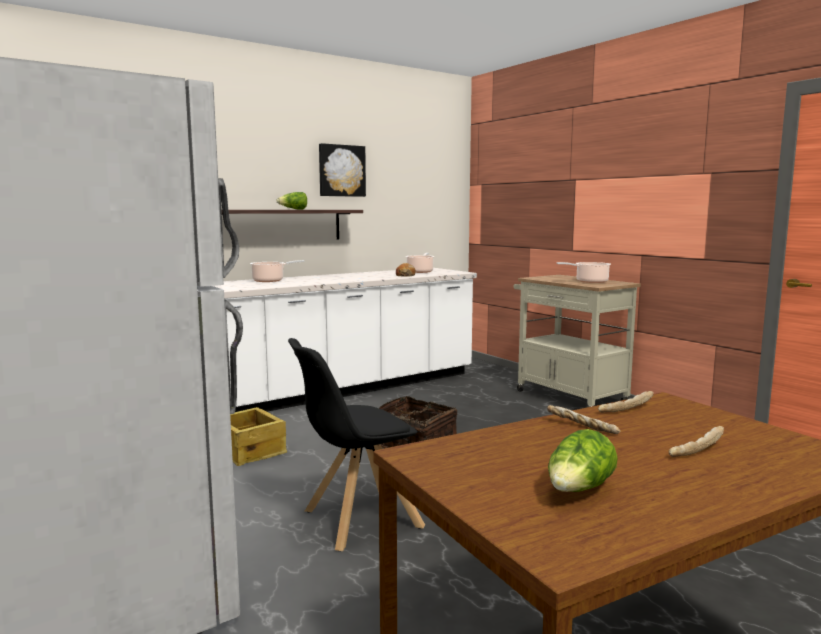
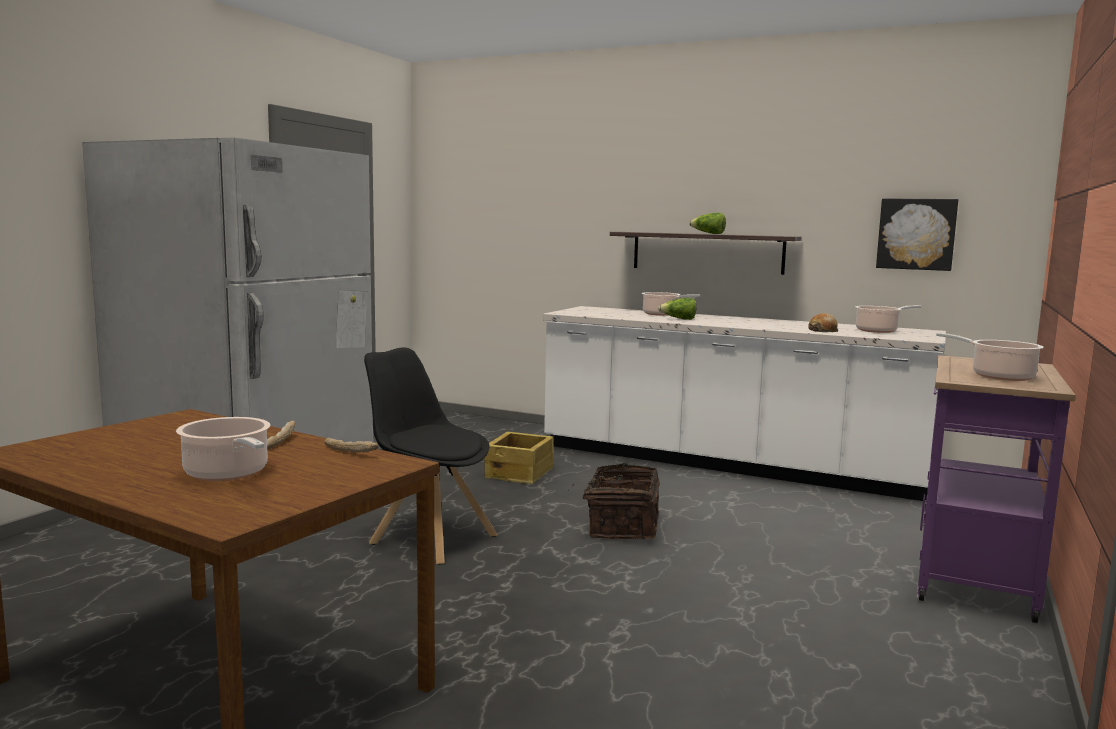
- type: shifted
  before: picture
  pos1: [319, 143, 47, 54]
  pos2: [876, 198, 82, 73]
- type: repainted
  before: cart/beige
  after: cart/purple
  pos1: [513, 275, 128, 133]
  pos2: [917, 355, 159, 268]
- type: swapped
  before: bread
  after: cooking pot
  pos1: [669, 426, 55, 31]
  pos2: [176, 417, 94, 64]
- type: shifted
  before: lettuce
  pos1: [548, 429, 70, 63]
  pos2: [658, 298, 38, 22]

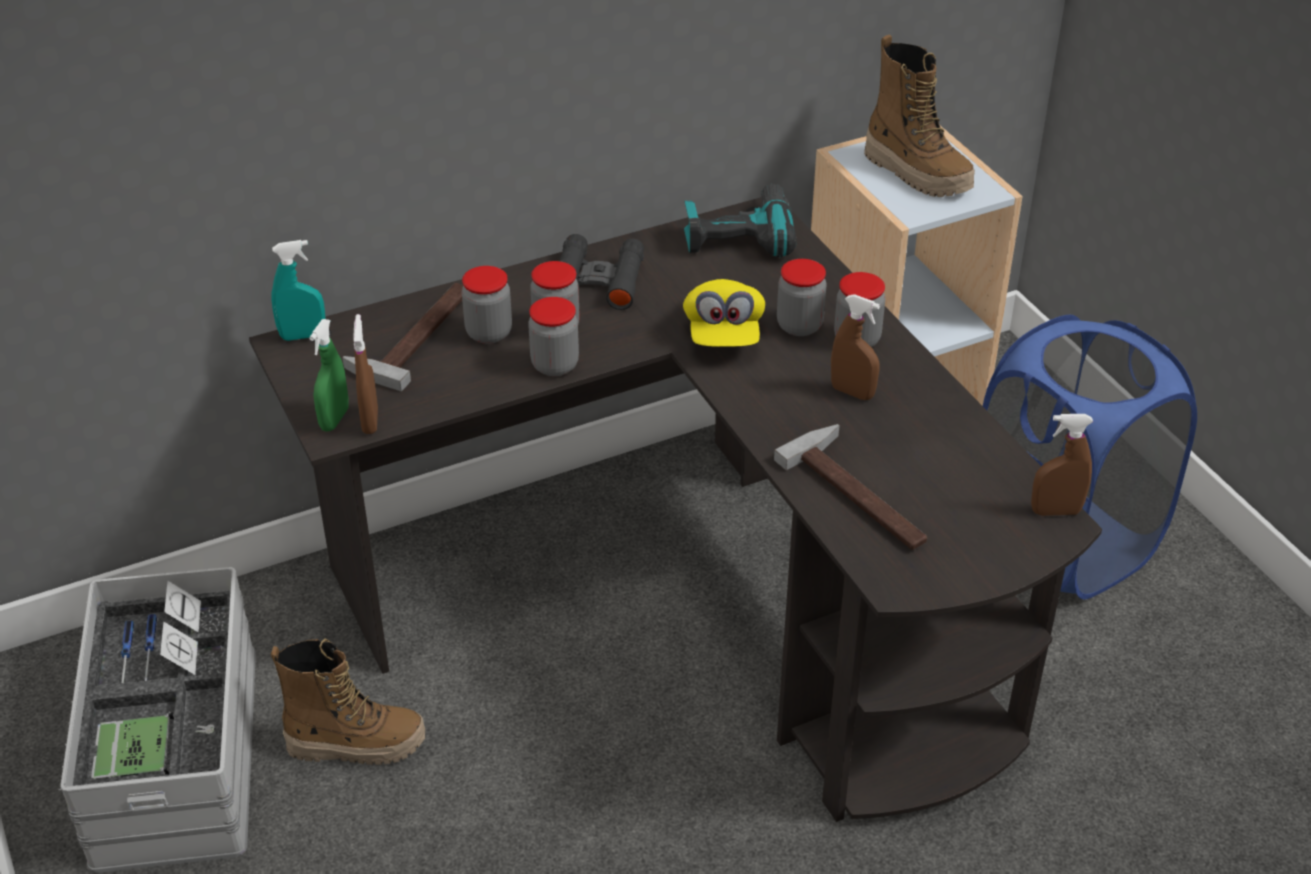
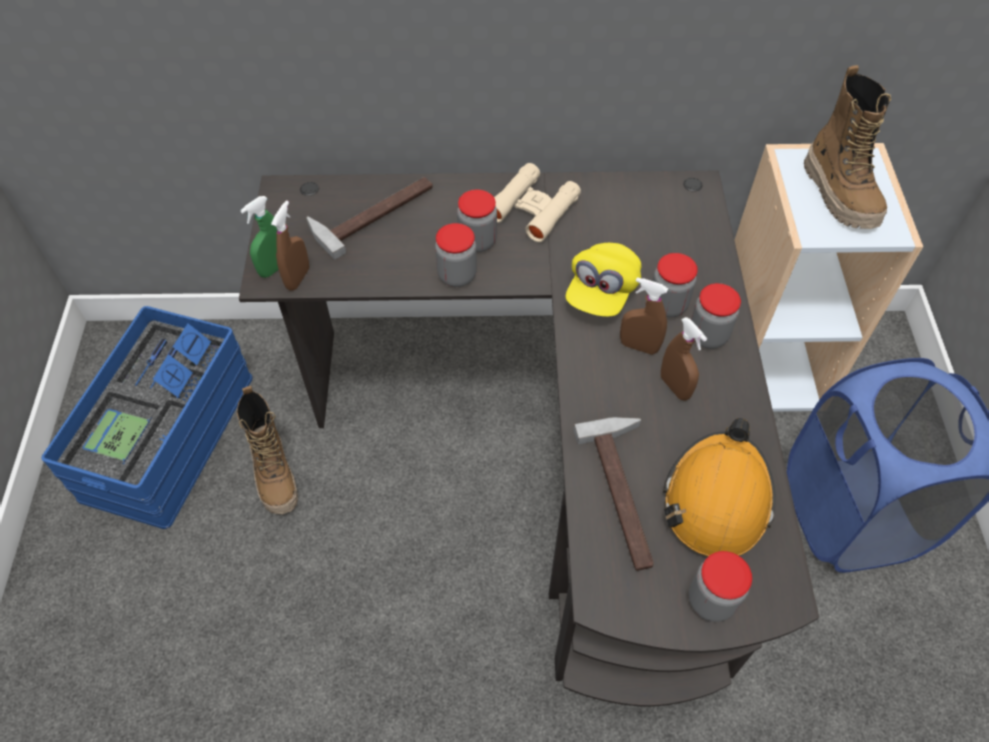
- type: gone
  before: power drill
  pos1: [684, 184, 113, 73]
- type: repainted
  before: binoculars/black
  after: binoculars/beige
  pos1: [560, 234, 84, 76]
  pos2: [494, 163, 87, 79]
- type: gone
  before: spray bottle/turquoise
  pos1: [272, 240, 54, 101]
- type: shifted
  before: jar
  pos1: [462, 266, 50, 78]
  pos2: [689, 551, 63, 71]
- type: shifted
  before: spray bottle/brown
  pos1: [1031, 414, 62, 102]
  pos2: [620, 277, 48, 78]
- type: repainted
  before: storage box/grey
  after: storage box/blue
  pos1: [59, 567, 197, 306]
  pos2: [42, 306, 211, 223]
- type: rotated
  before: boot
  pos1: [271, 639, 154, 126]
  pos2: [237, 386, 61, 129]
  turn: 45
- type: new
  after: hard hat/orange
  pos2: [663, 418, 113, 138]

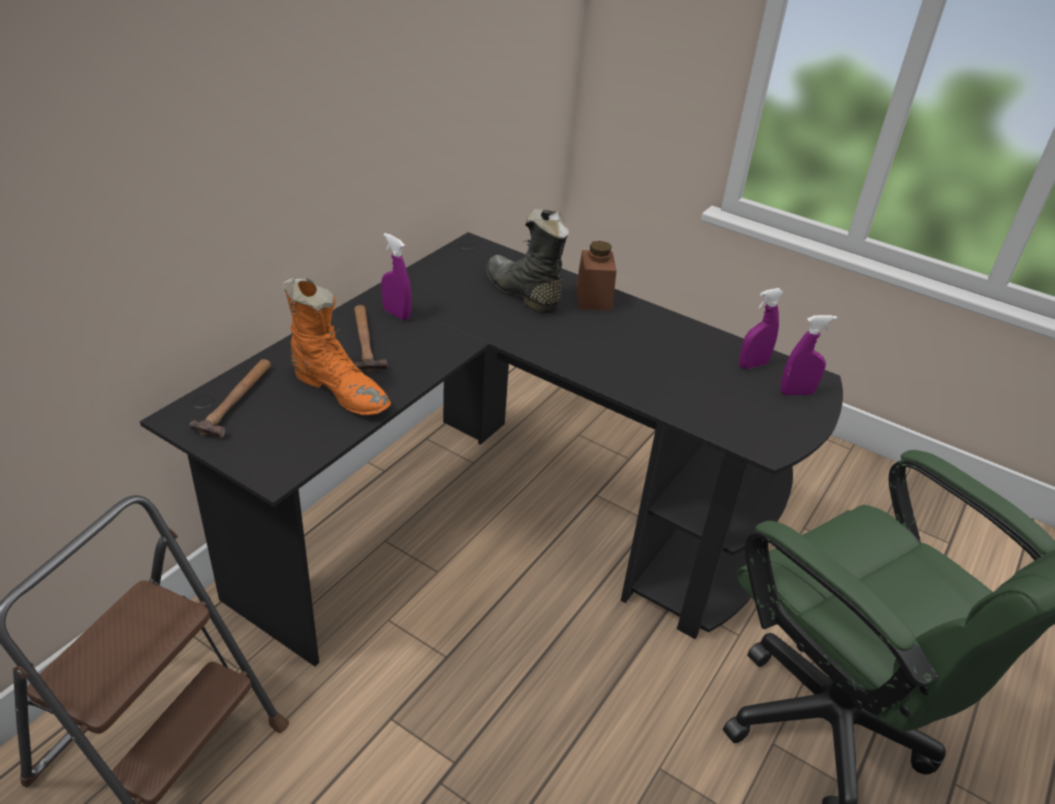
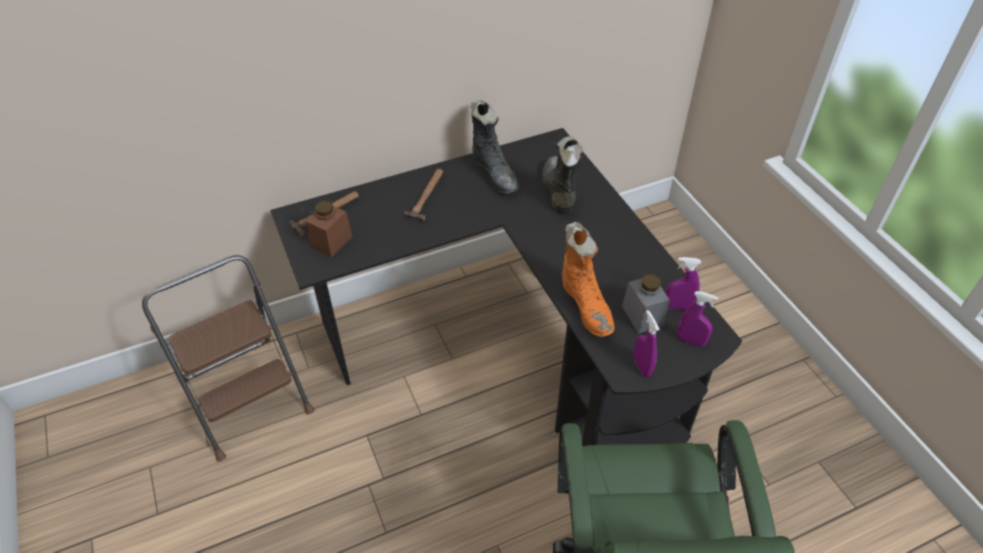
- type: shifted
  before: spray bottle/purple
  pos1: [381, 233, 30, 87]
  pos2: [633, 310, 27, 67]
- type: shifted
  before: jar/brown
  pos1: [576, 241, 40, 70]
  pos2: [306, 201, 47, 56]
- type: shifted
  before: boot/orange
  pos1: [281, 278, 110, 137]
  pos2: [562, 222, 52, 115]
- type: new
  after: boot/black
  pos2: [471, 100, 48, 94]
- type: new
  after: jar/grey
  pos2: [622, 274, 48, 60]

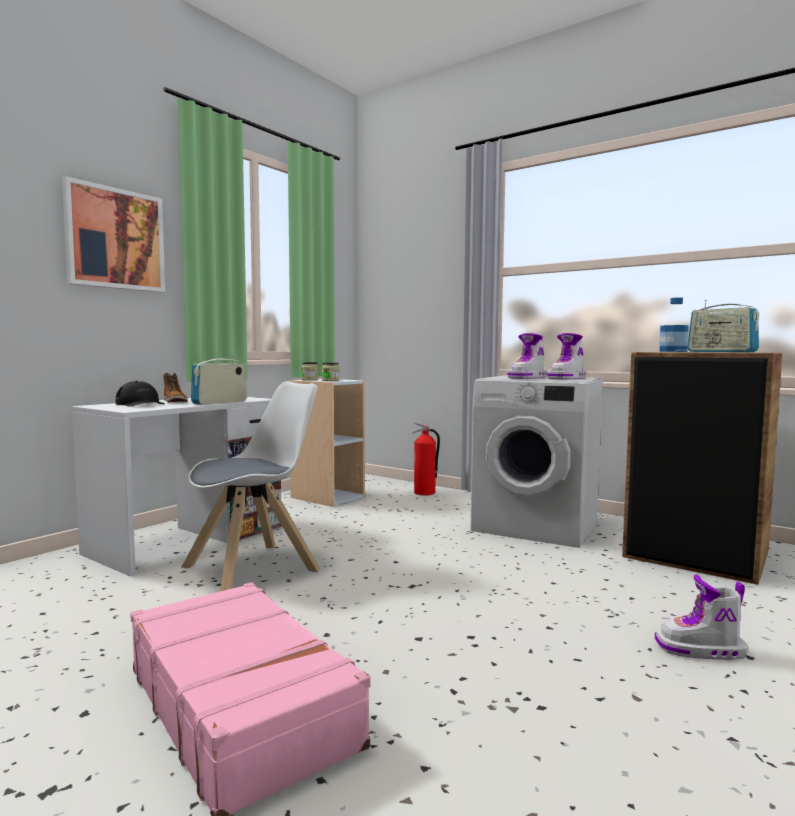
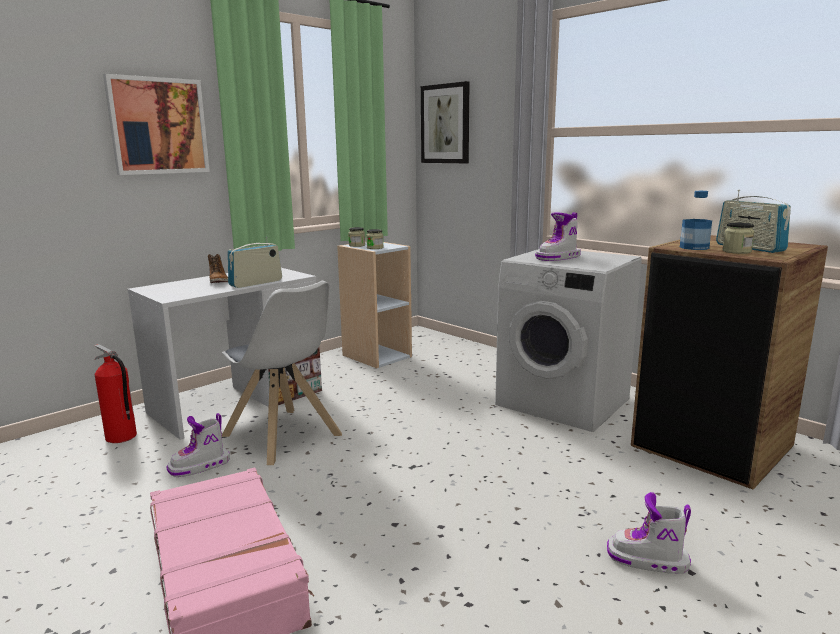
- type: shifted
  before: boot
  pos1: [546, 333, 40, 47]
  pos2: [166, 413, 64, 64]
- type: gone
  before: cap/black
  pos1: [116, 381, 48, 26]
- type: rotated
  before: chair
  pos1: [181, 381, 139, 210]
  pos2: [221, 281, 121, 184]
  turn: 75
- type: shifted
  before: fire extinguisher
  pos1: [412, 422, 28, 74]
  pos2: [94, 344, 43, 99]
- type: new
  after: picture
  pos2: [421, 81, 49, 82]
- type: new
  after: jar
  pos2: [722, 222, 32, 32]

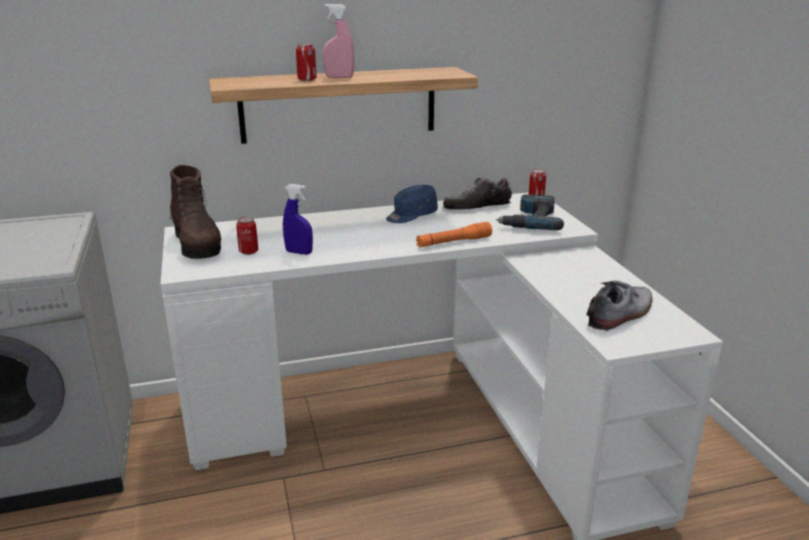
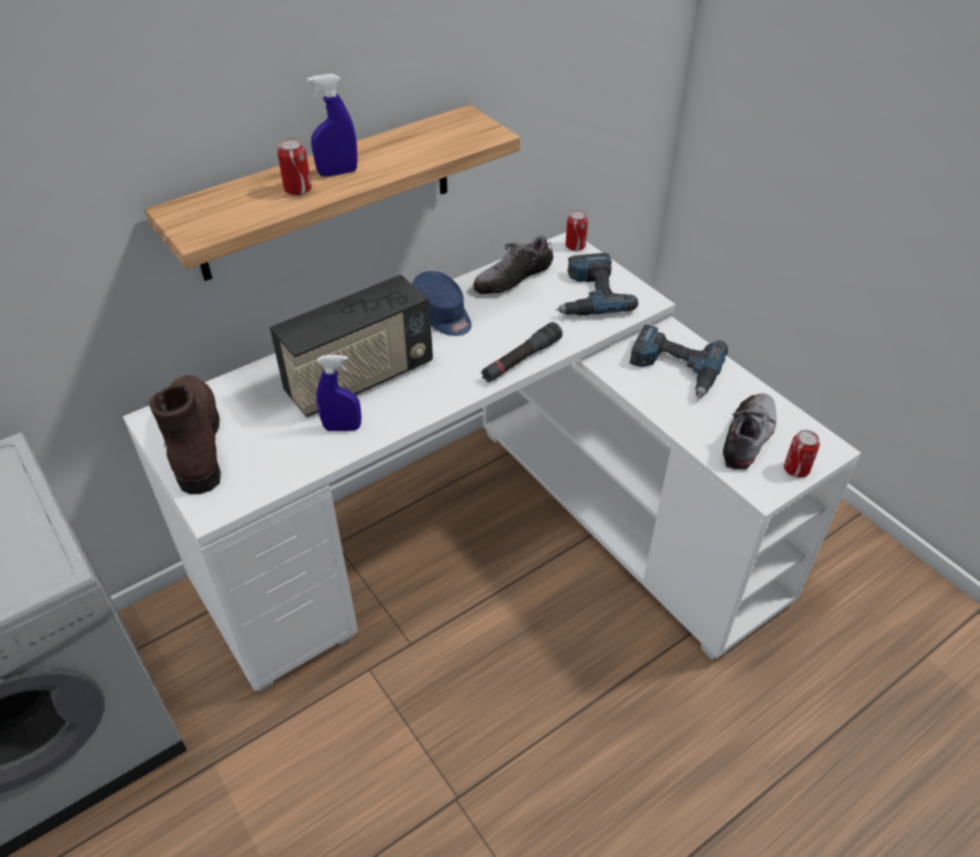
- type: repainted
  before: spray bottle/pink
  after: spray bottle/blue
  pos1: [323, 4, 31, 74]
  pos2: [307, 74, 50, 103]
- type: rotated
  before: boot/brown
  pos1: [170, 165, 51, 94]
  pos2: [148, 375, 73, 119]
  turn: -150
- type: rotated
  before: cap/blue
  pos1: [386, 185, 52, 38]
  pos2: [412, 271, 60, 65]
  turn: -75
- type: shifted
  before: can
  pos1: [236, 216, 22, 39]
  pos2: [784, 430, 36, 48]
- type: repainted
  before: flashlight/orange
  after: flashlight/black
  pos1: [416, 222, 76, 25]
  pos2: [481, 322, 82, 60]
- type: new
  after: radio
  pos2: [270, 275, 163, 142]
- type: new
  after: power drill
  pos2: [630, 324, 98, 73]

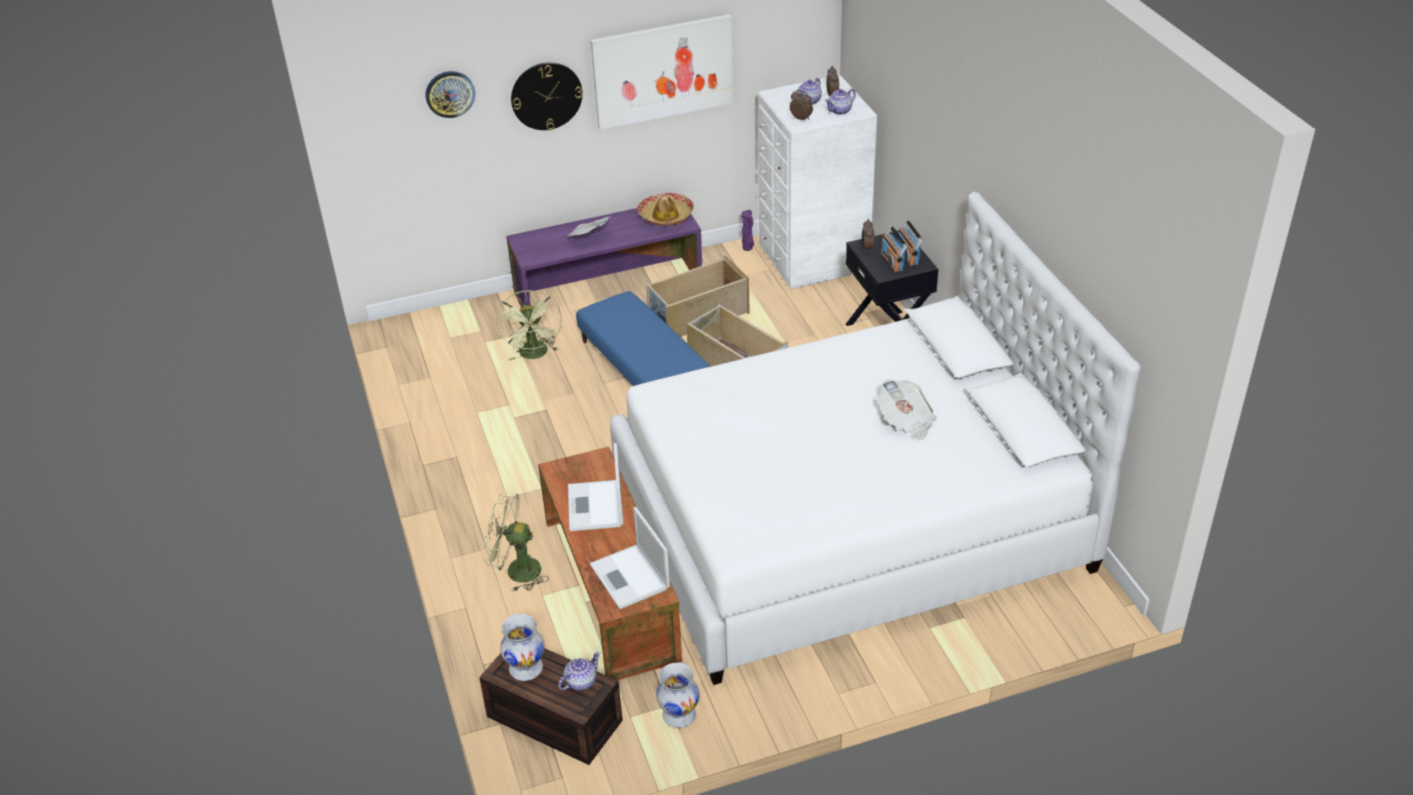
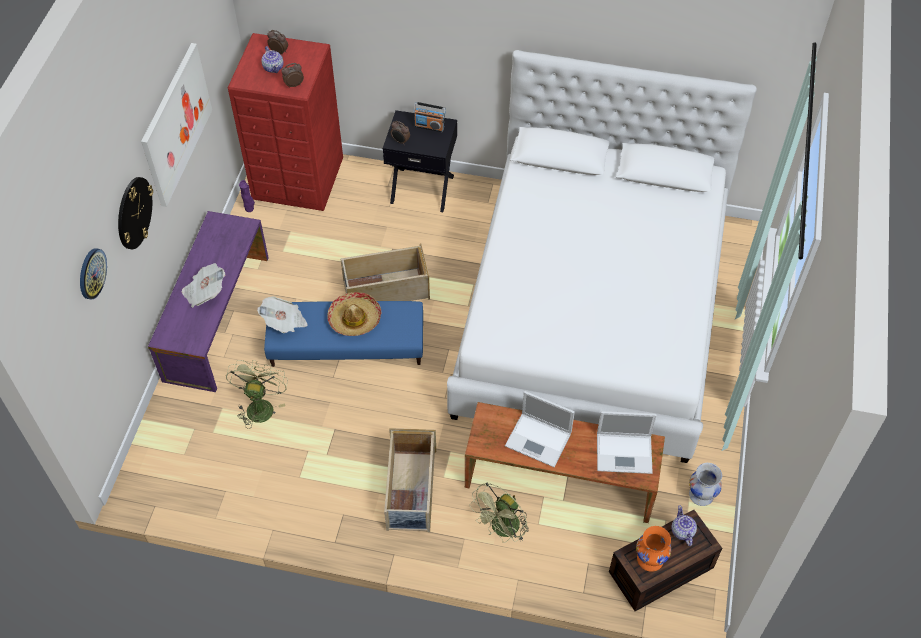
- type: repainted
  before: dresser/white
  after: dresser/red
  pos1: [758, 75, 120, 214]
  pos2: [228, 33, 115, 178]
- type: gone
  before: teapot
  pos1: [825, 89, 31, 26]
- type: shifted
  before: hat
  pos1: [637, 193, 57, 32]
  pos2: [327, 292, 55, 44]
- type: gone
  before: radio
  pos1: [881, 225, 26, 48]
- type: shifted
  before: storage box/beige
  pos1: [646, 255, 104, 82]
  pos2: [384, 428, 52, 104]
- type: rotated
  before: fan/green
  pos1: [496, 290, 66, 71]
  pos2: [226, 360, 62, 69]
  turn: -105
- type: shifted
  before: newspaper
  pos1: [877, 379, 60, 61]
  pos2: [257, 296, 51, 37]
- type: repainted
  before: vase/white
  after: vase/orange
  pos1: [500, 614, 45, 67]
  pos2: [636, 526, 35, 46]

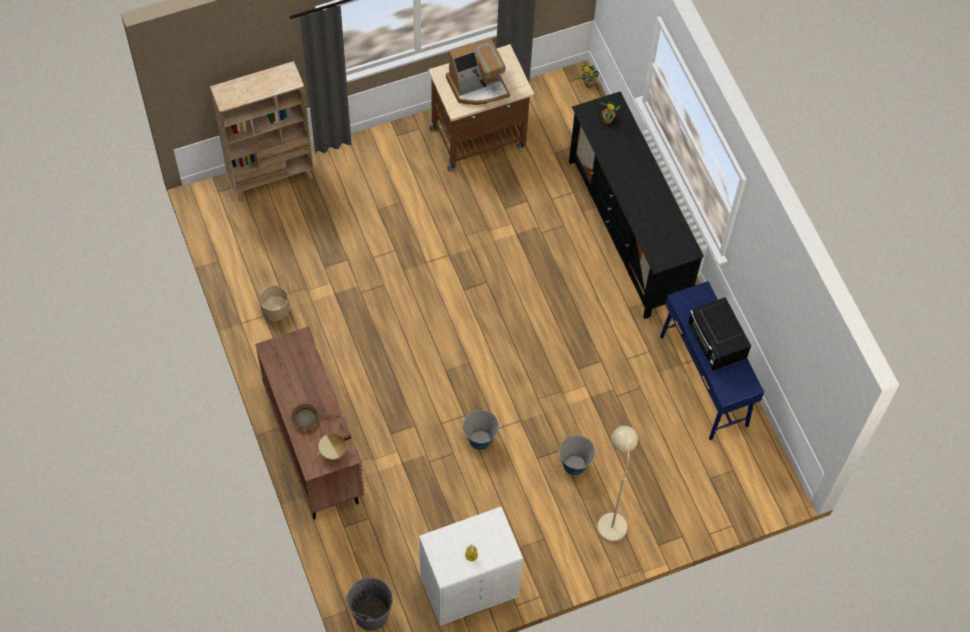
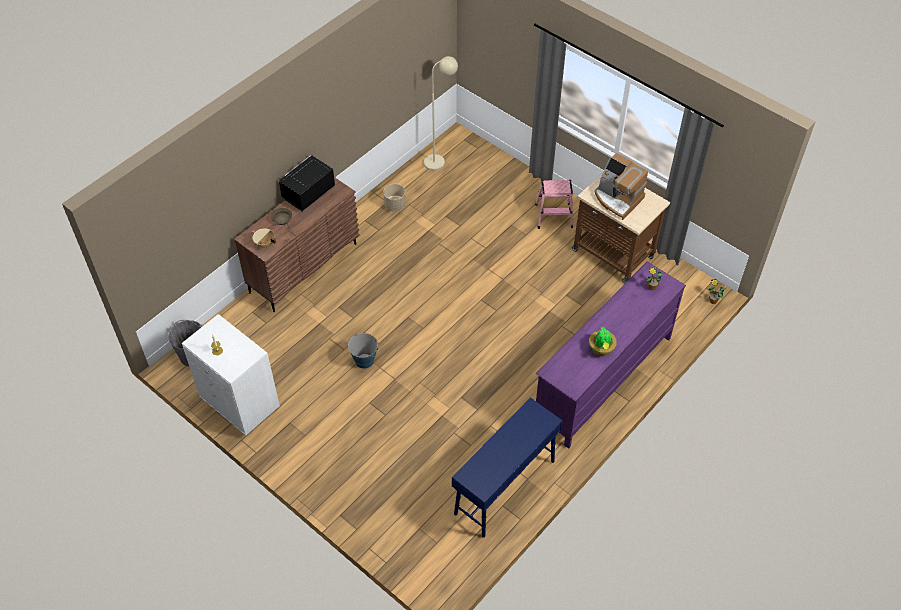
- type: gone
  before: bookcase/beige
  pos1: [210, 61, 104, 141]
- type: repainted
  before: dresser/black
  after: dresser/purple
  pos1: [569, 92, 135, 227]
  pos2: [536, 262, 150, 187]
- type: shifted
  before: microwave/black
  pos1: [688, 297, 63, 74]
  pos2: [279, 155, 56, 56]
- type: shifted
  before: floor lamp/beige
  pos1: [597, 426, 41, 116]
  pos2: [424, 56, 34, 115]
- type: gone
  before: bucket
  pos1: [557, 435, 38, 40]
- type: new
  after: step ladder/pink
  pos2: [535, 180, 38, 49]
- type: new
  after: potted plant
  pos2: [589, 327, 28, 29]

